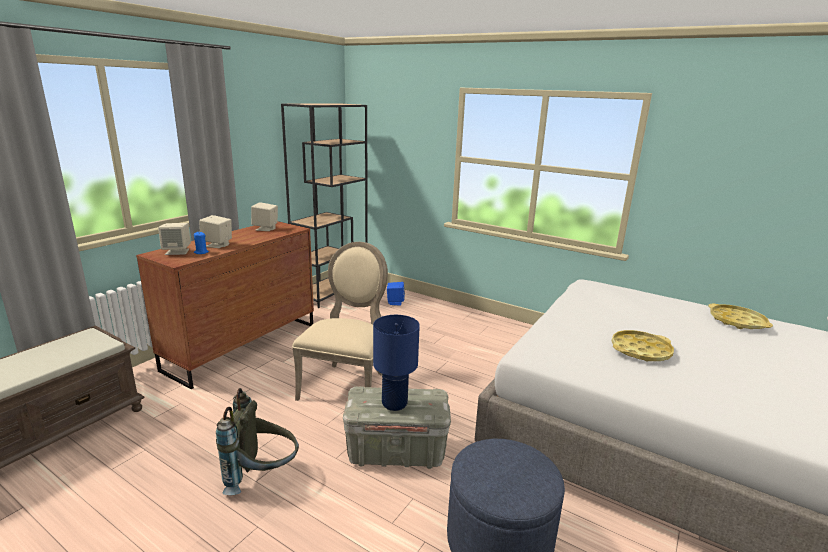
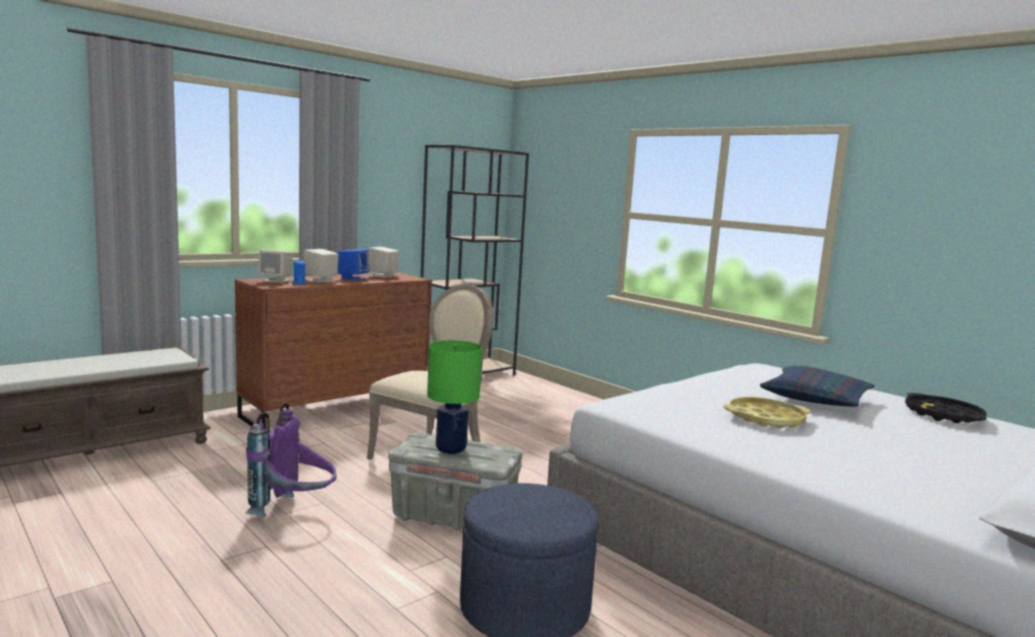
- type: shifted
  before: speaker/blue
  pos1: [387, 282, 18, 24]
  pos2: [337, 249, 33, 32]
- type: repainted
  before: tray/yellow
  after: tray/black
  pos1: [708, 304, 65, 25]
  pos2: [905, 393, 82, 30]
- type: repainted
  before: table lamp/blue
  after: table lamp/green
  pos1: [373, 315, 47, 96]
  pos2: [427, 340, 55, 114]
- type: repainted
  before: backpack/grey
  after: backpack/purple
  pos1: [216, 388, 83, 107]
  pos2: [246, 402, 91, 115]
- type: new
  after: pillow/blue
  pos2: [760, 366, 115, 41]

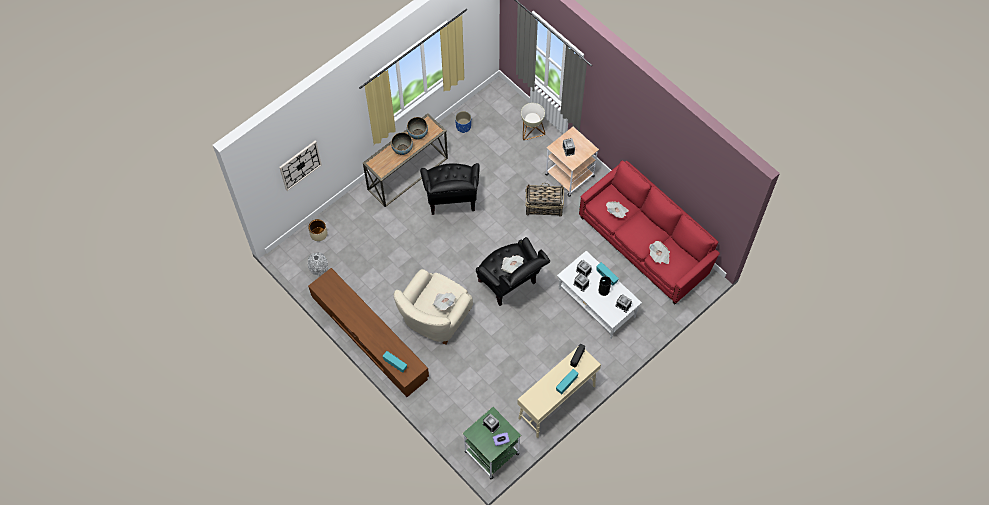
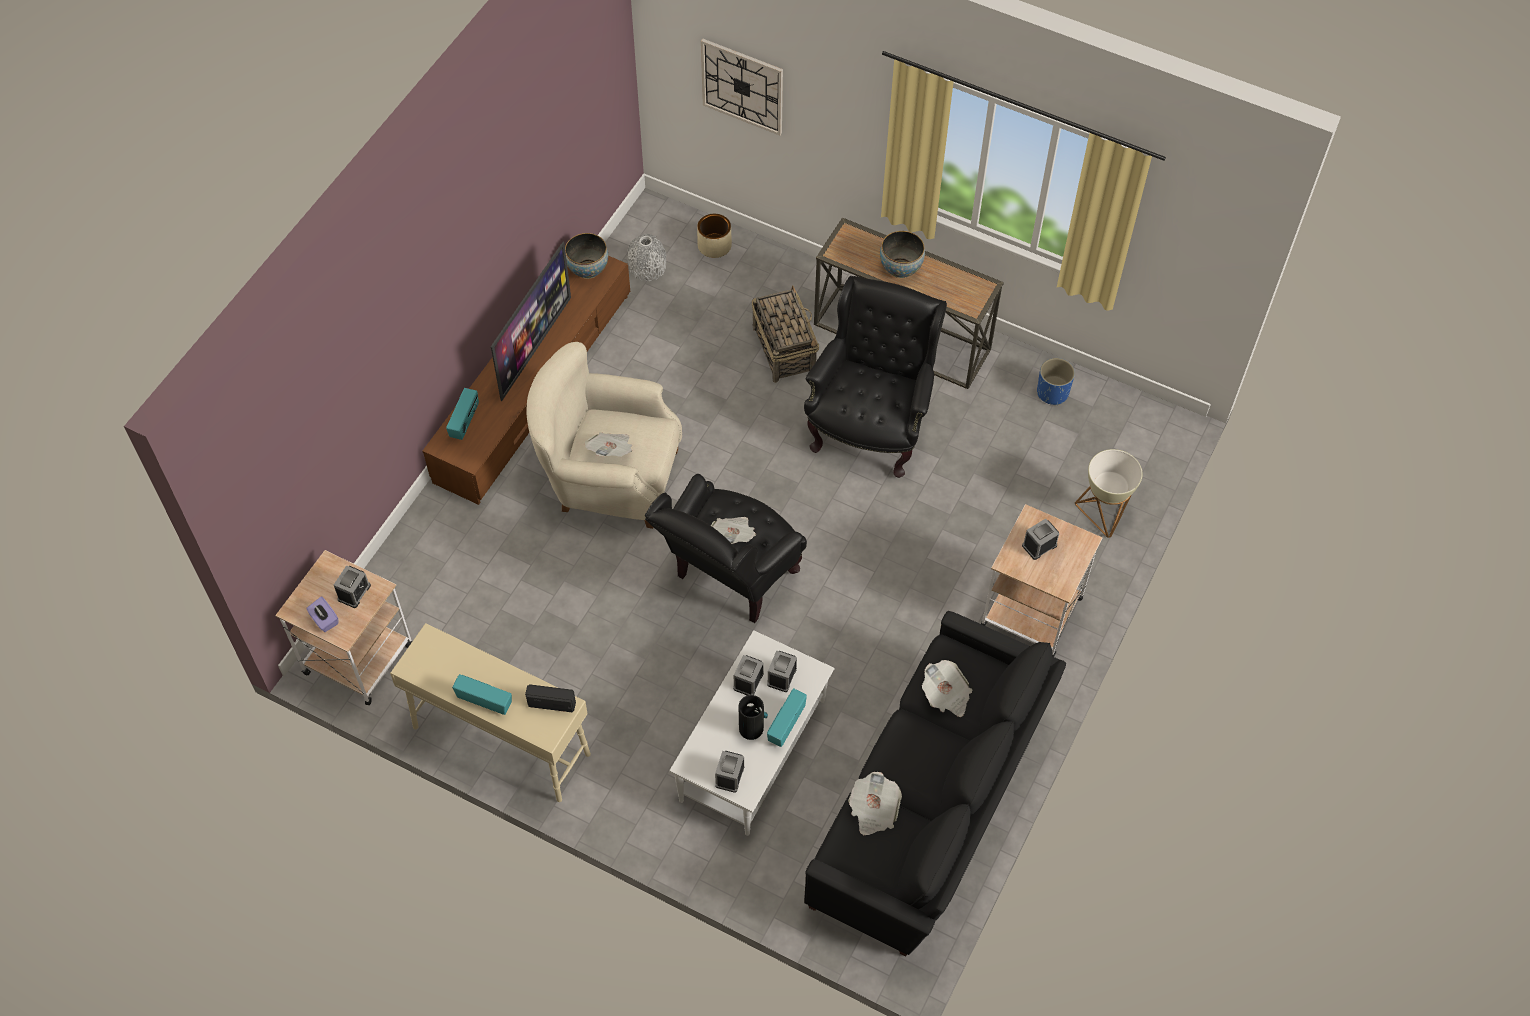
- type: shifted
  before: bowl
  pos1: [407, 117, 21, 22]
  pos2: [565, 233, 43, 46]
- type: repainted
  before: sofa/red
  after: sofa/black
  pos1: [579, 161, 141, 143]
  pos2: [804, 611, 262, 345]
- type: rotated
  before: armchair/black
  pos1: [420, 163, 60, 52]
  pos2: [804, 276, 143, 202]
  turn: 135
- type: shifted
  before: basket
  pos1: [525, 183, 39, 34]
  pos2: [752, 286, 67, 97]
- type: repainted
  before: cart/green
  after: cart/beige
  pos1: [463, 407, 58, 72]
  pos2: [275, 550, 137, 155]
- type: new
  after: television
  pos2: [491, 242, 80, 159]

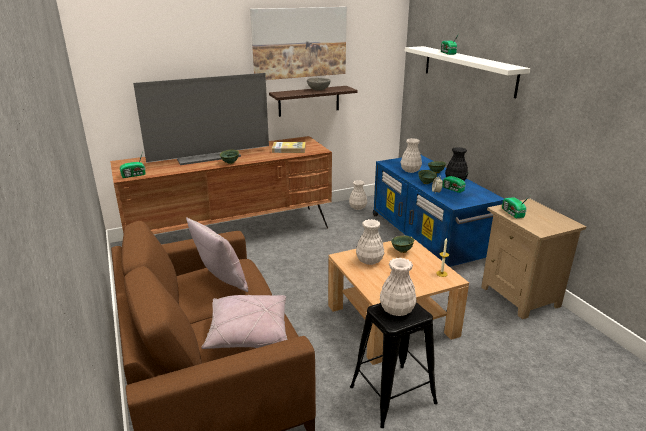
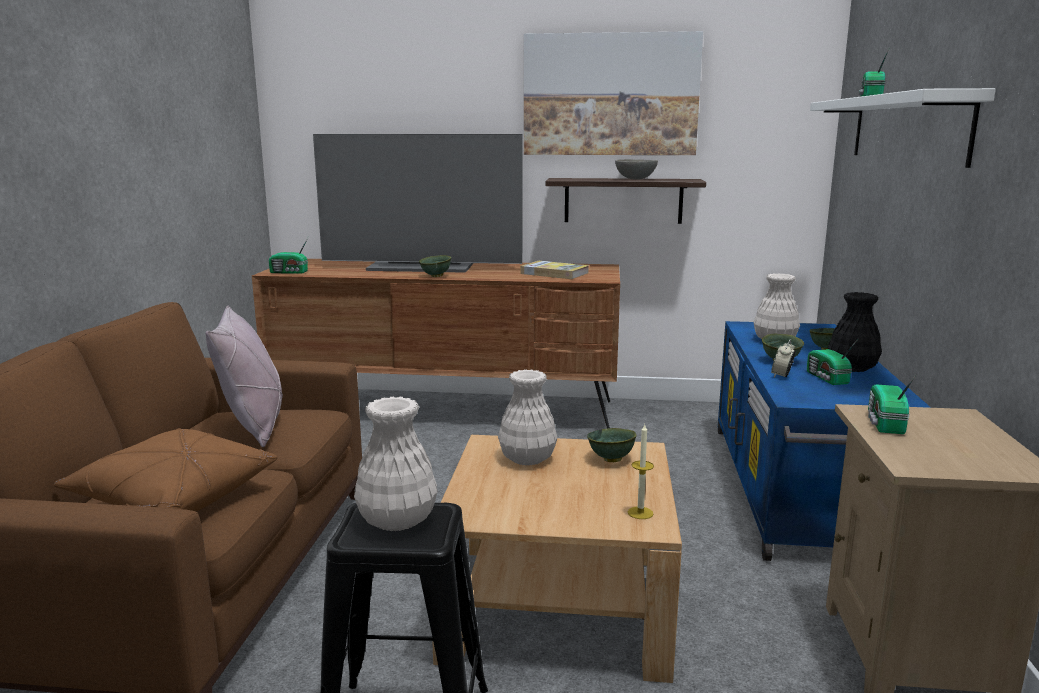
- type: gone
  before: vase/white
  pos1: [349, 180, 18, 30]
- type: repainted
  before: pillow/purple
  after: pillow/brown
  pos1: [201, 295, 87, 54]
  pos2: [54, 428, 224, 83]

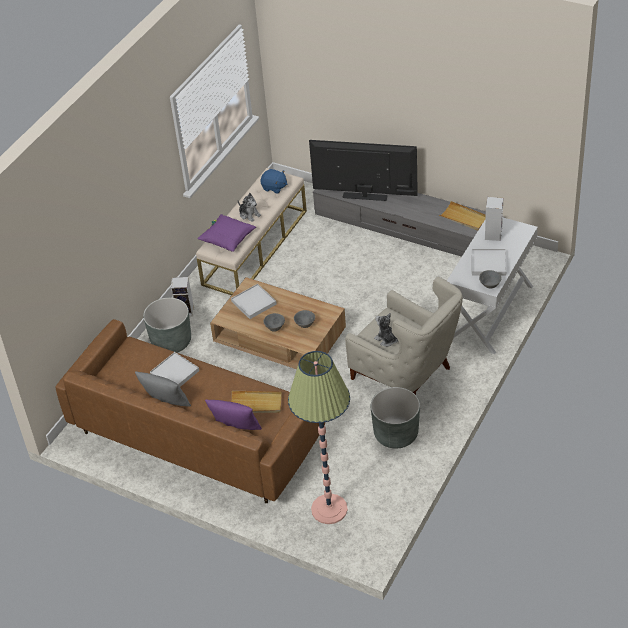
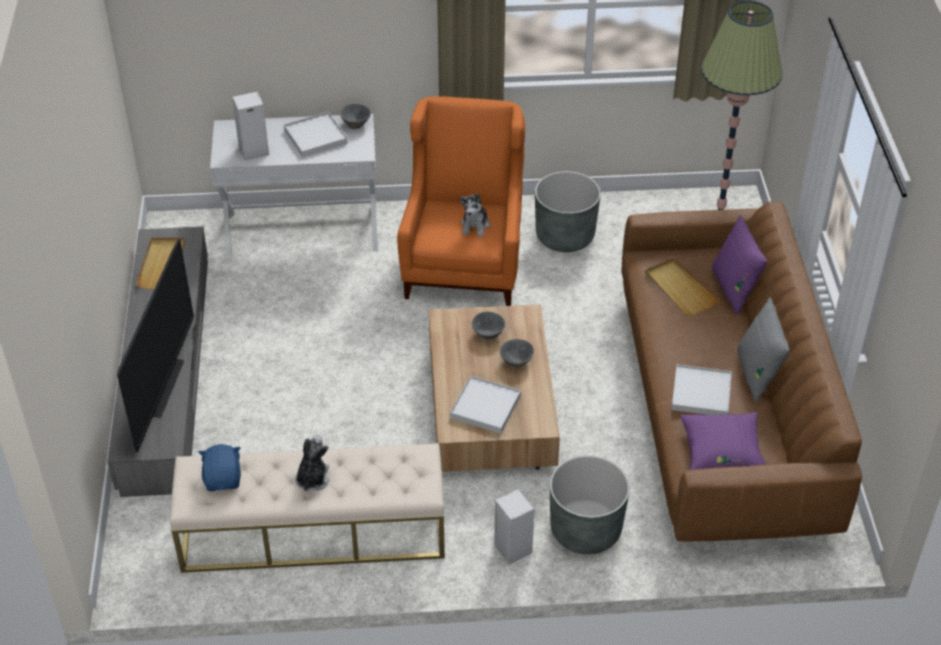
- type: rotated
  before: television
  pos1: [309, 140, 109, 61]
  pos2: [117, 239, 77, 213]
  turn: -150
- type: shifted
  before: pillow/purple
  pos1: [197, 214, 59, 38]
  pos2: [680, 412, 86, 58]
- type: repainted
  before: armchair/beige
  after: armchair/orange
  pos1: [345, 277, 118, 118]
  pos2: [397, 96, 128, 210]

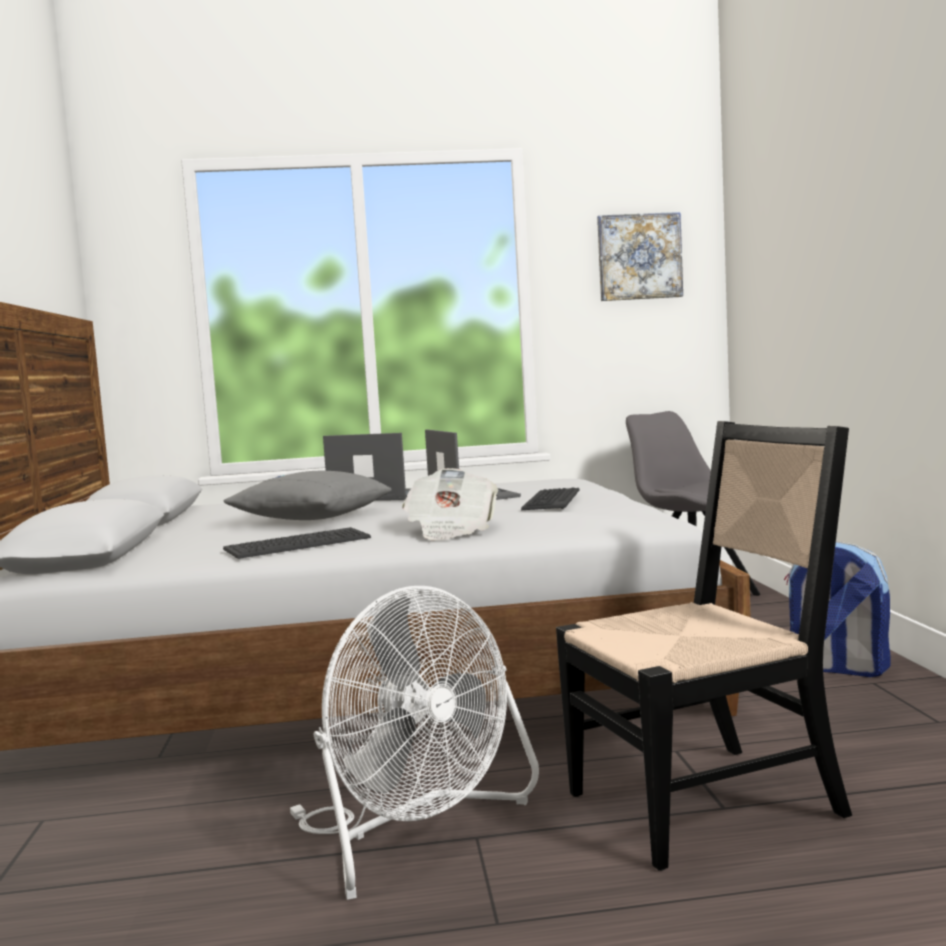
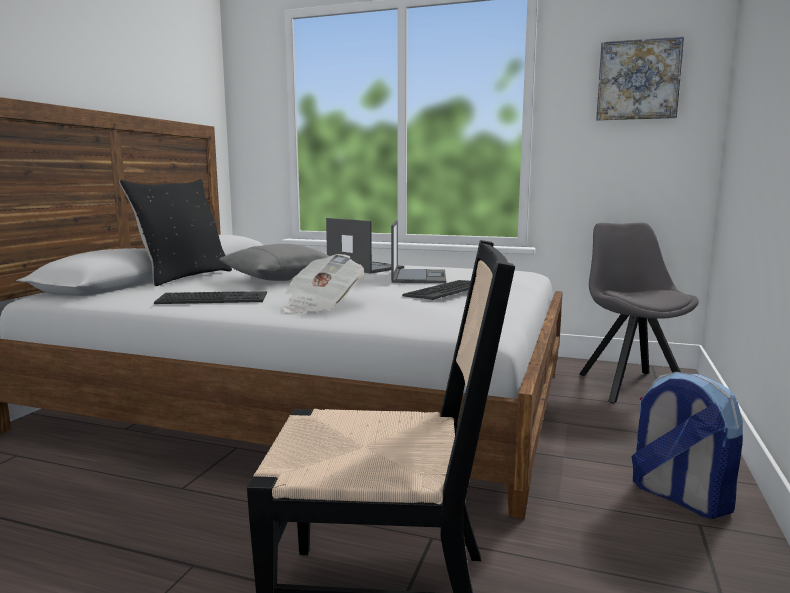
- type: gone
  before: fan/white
  pos1: [290, 586, 249, 314]
- type: new
  after: pillow/black
  pos2: [119, 179, 113, 107]

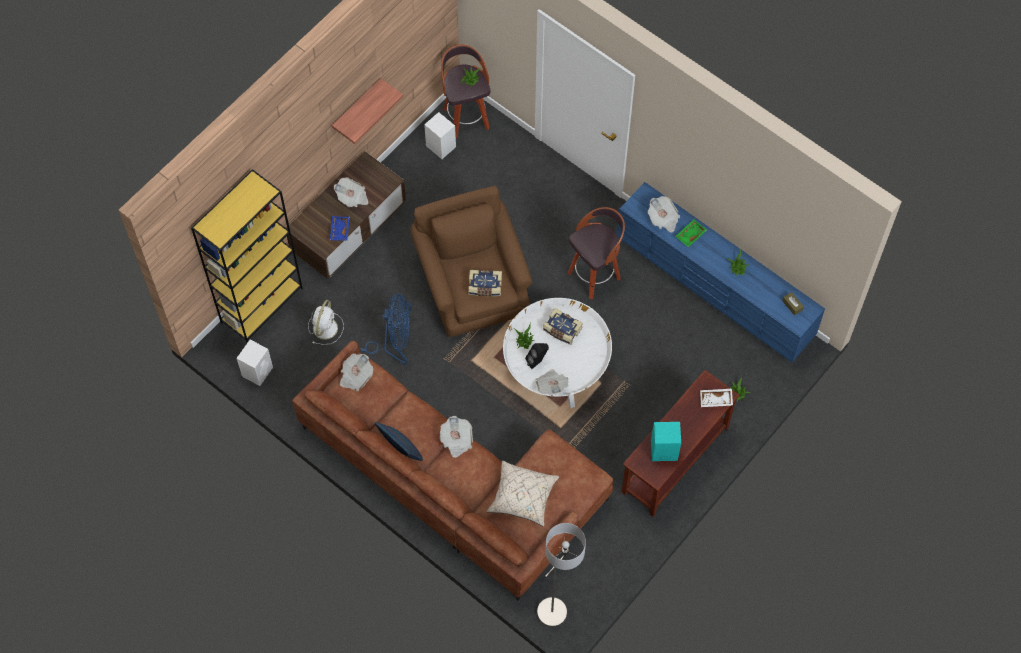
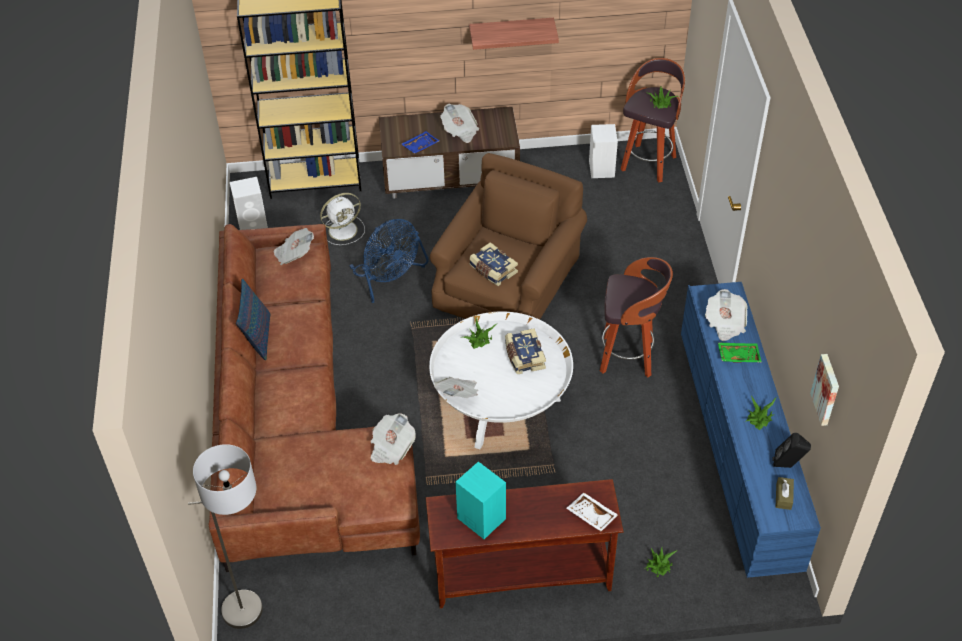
- type: shifted
  before: speaker/black
  pos1: [525, 343, 24, 26]
  pos2: [772, 433, 39, 35]
- type: shifted
  before: newspaper
  pos1: [439, 416, 34, 42]
  pos2: [370, 413, 46, 52]
- type: gone
  before: pillow/beige
  pos1: [487, 461, 72, 65]
- type: new
  after: picture
  pos2: [810, 354, 29, 72]

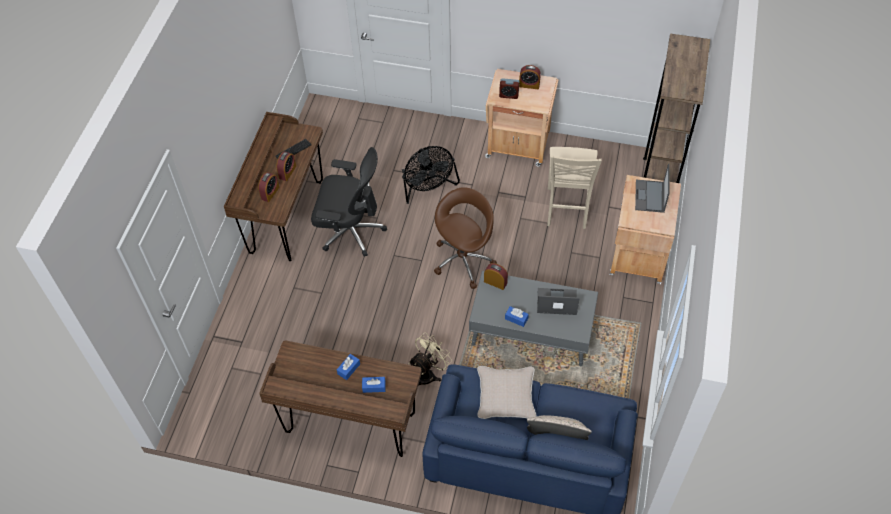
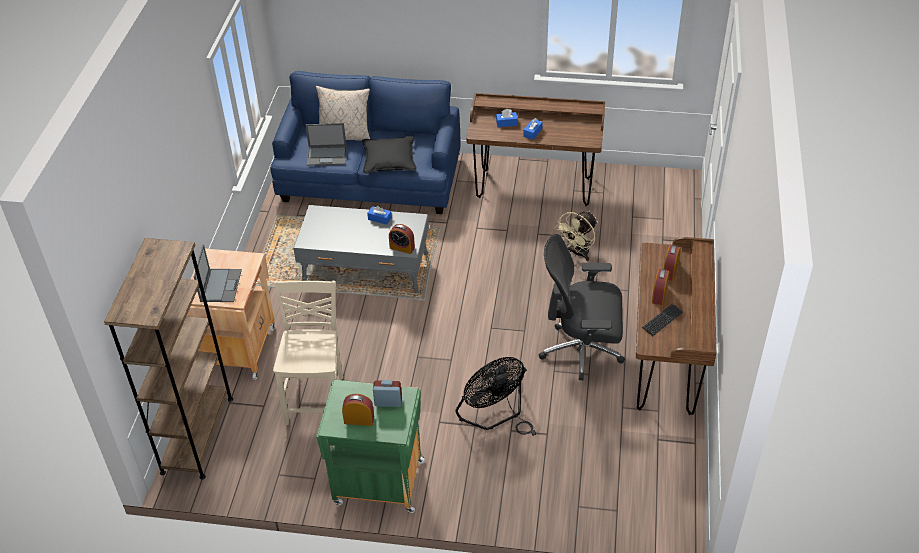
- type: repainted
  before: cart/brown
  after: cart/green
  pos1: [485, 69, 74, 98]
  pos2: [316, 380, 109, 133]
- type: gone
  before: office chair/brown
  pos1: [434, 187, 63, 102]
- type: shifted
  before: laptop
  pos1: [537, 288, 43, 27]
  pos2: [305, 123, 42, 43]
- type: shifted
  before: fan/beige
  pos1: [408, 332, 44, 54]
  pos2: [555, 211, 42, 50]
- type: repainted
  before: pillow/beige
  after: pillow/black
  pos1: [477, 366, 60, 53]
  pos2: [362, 136, 55, 37]

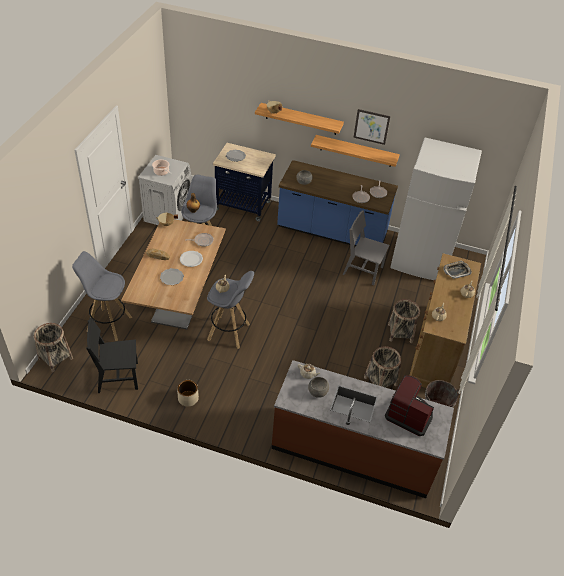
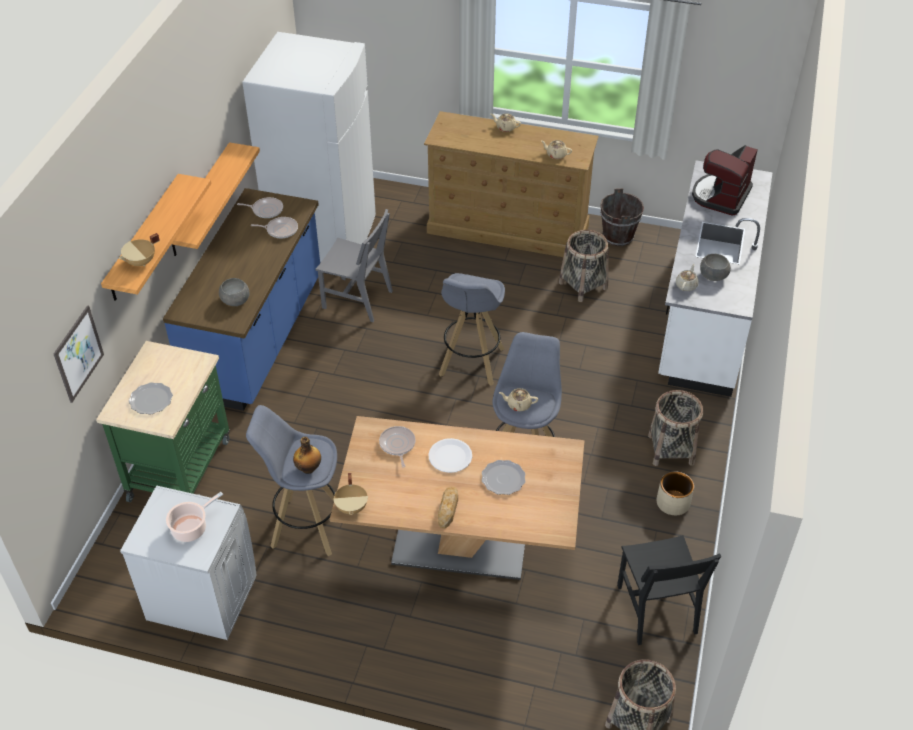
- type: shifted
  before: picture
  pos1: [353, 109, 38, 36]
  pos2: [54, 305, 50, 98]
- type: repainted
  before: cart/blue
  after: cart/green
  pos1: [213, 143, 63, 78]
  pos2: [96, 341, 134, 161]
- type: rotated
  before: chair/grey
  pos1: [343, 210, 47, 75]
  pos2: [315, 209, 78, 113]
  turn: -90
- type: shifted
  before: stool/grey
  pos1: [72, 251, 60, 90]
  pos2: [439, 273, 66, 113]
- type: gone
  before: tray
  pos1: [443, 261, 29, 18]
- type: shifted
  before: basket
  pos1: [388, 299, 32, 44]
  pos2: [648, 390, 55, 76]
- type: repainted
  before: counter/brown
  after: counter/white
  pos1: [272, 360, 182, 138]
  pos2: [658, 160, 115, 237]

